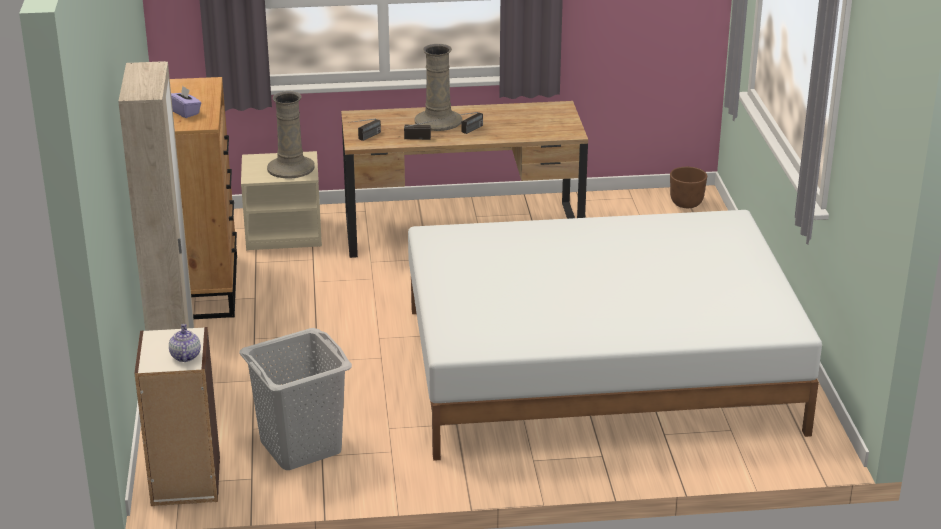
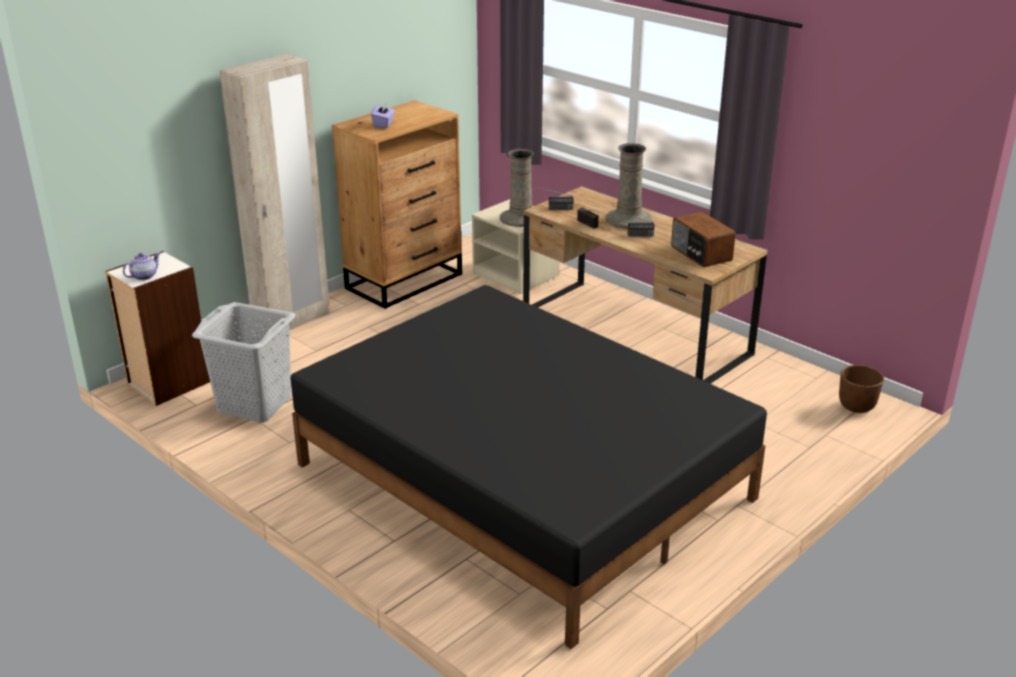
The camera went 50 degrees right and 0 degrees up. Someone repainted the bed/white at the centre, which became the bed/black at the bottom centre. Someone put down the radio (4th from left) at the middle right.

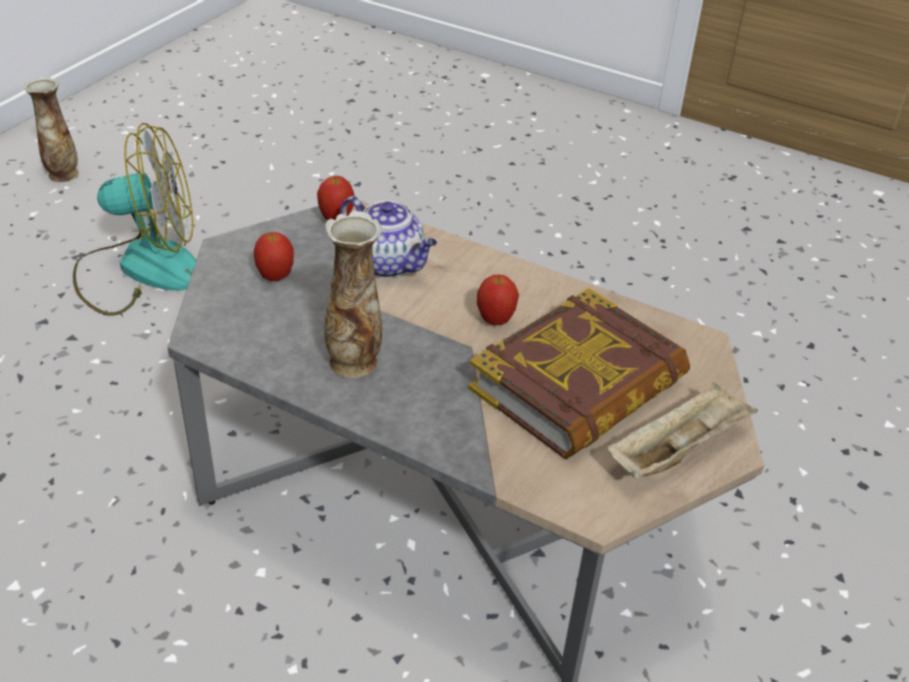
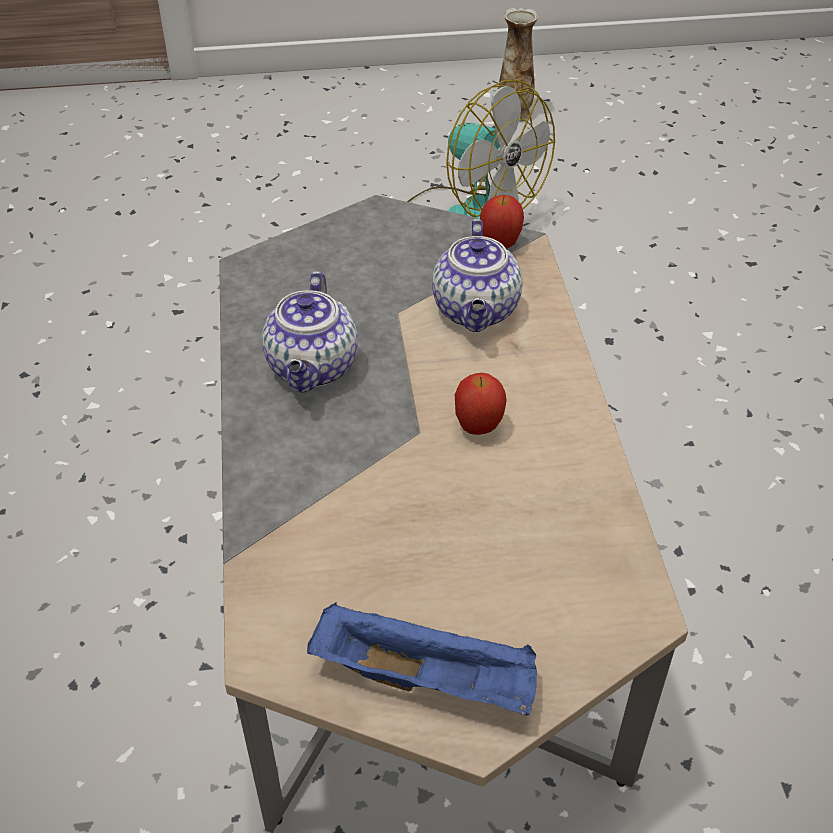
The camera went 55 degrees right and 5 degrees up. Someone took away the apple (1st from left) at the middle left. Someone swapped the vase (2nd from left) at the centre for the teapot (1st from left) at the centre. Someone took away the book at the centre. Someone repainted the tray/beige at the middle right, which became the tray/blue at the bottom centre.

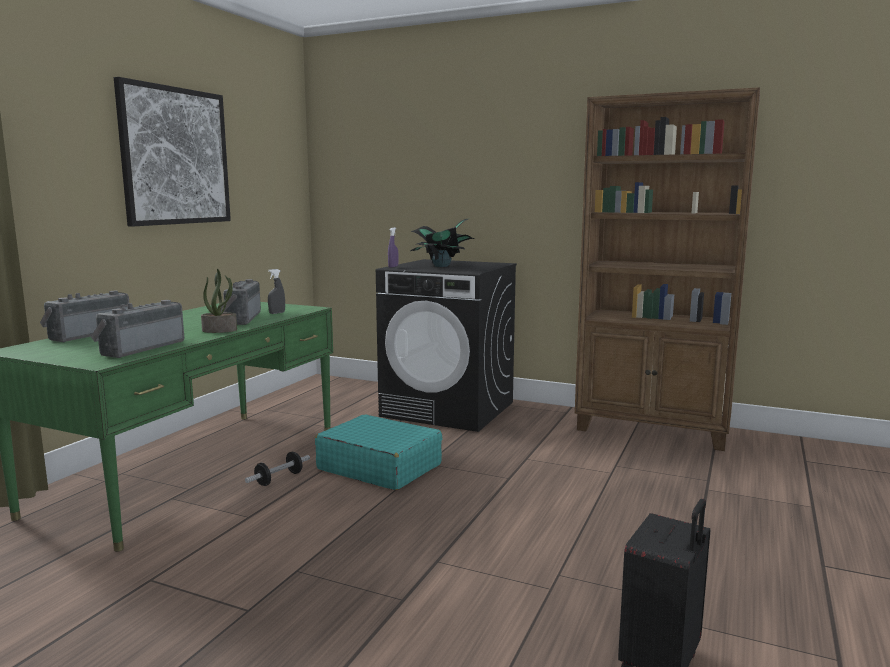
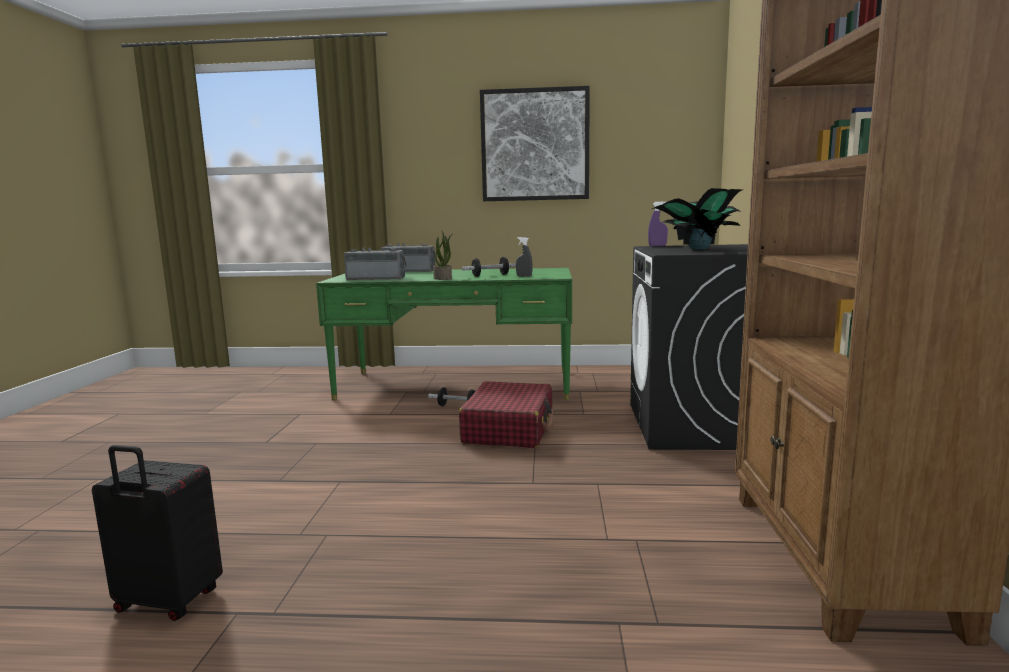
The camera went 70 degrees right and 0 degrees up. Someone swapped the radio (3rd from left) at the middle left for the dumbbell (2nd from left) at the centre. Someone repainted the suitcase/turquoise at the bottom centre, which became the suitcase/red at the centre.

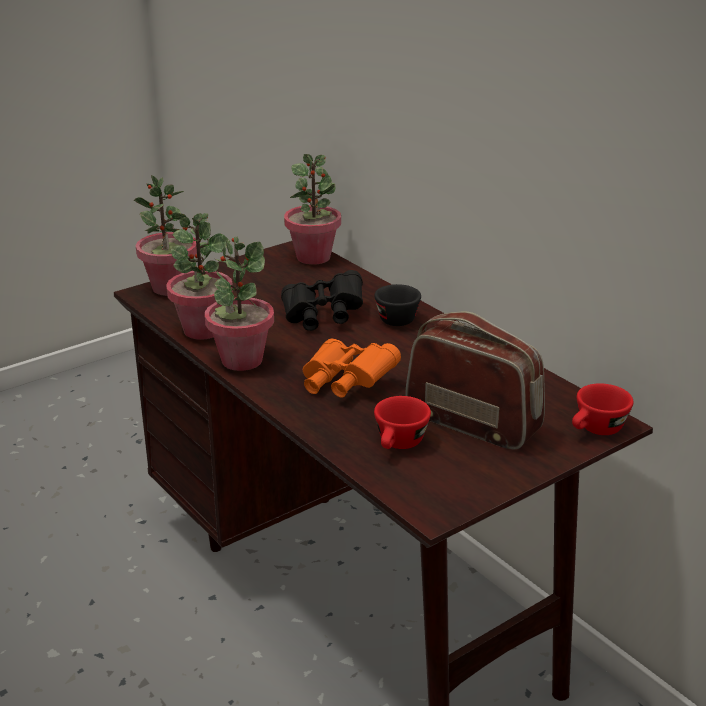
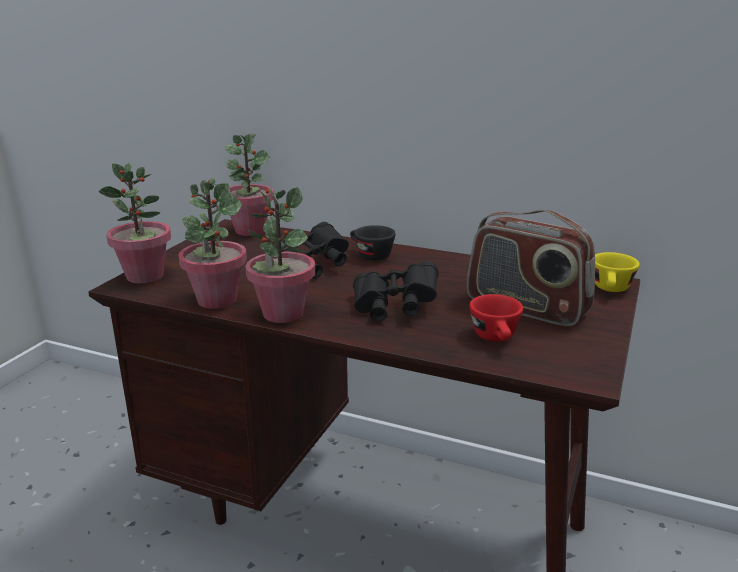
The camera went 30 degrees left and 5 degrees down. Someone repainted the binoculars/orange at the centre, which became the binoculars/black (2nd from left) at the centre. Someone rotated the radio at the middle right by 150 degrees counterclockwise. Someone repainted the cup/red (2nd from left) at the middle right, which became the cup/yellow at the middle right.

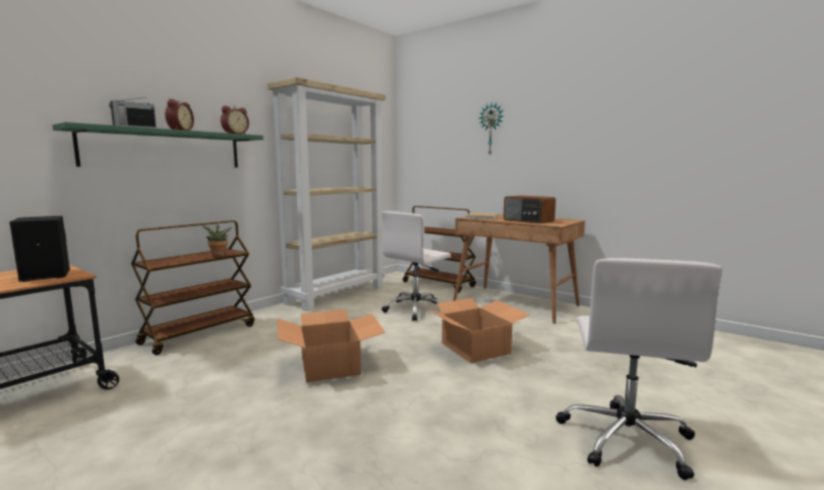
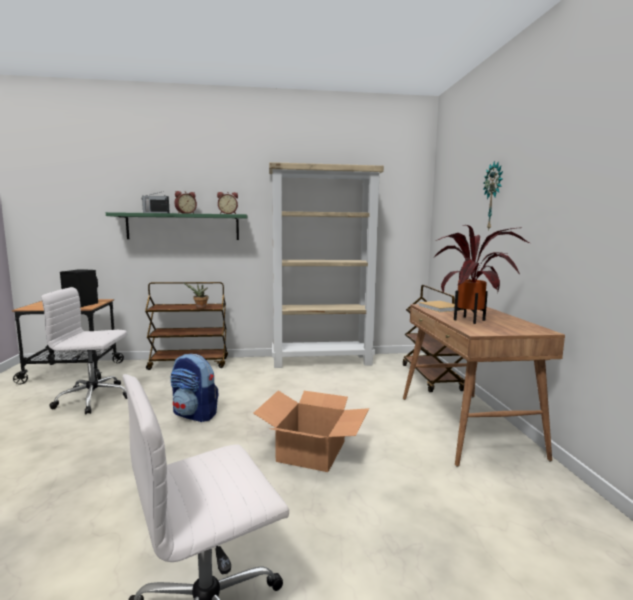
The camera went 45 degrees right and 0 degrees up. Someone swapped the cardboard box (1st from left) at the bottom centre for the backpack at the middle left. Someone carried the office chair/white (1st from left) from the centre to the middle left. Someone swapped the radio (2nd from left) at the centre for the potted plant (2nd from left) at the middle right.

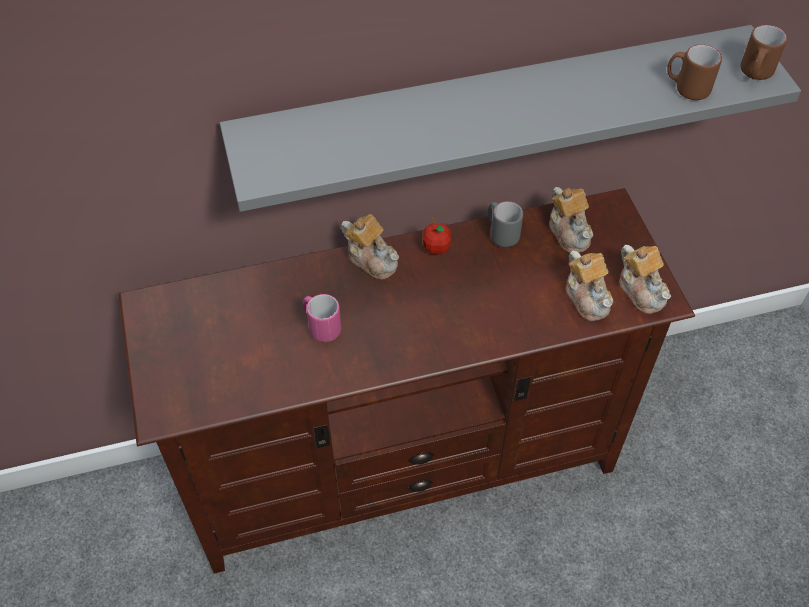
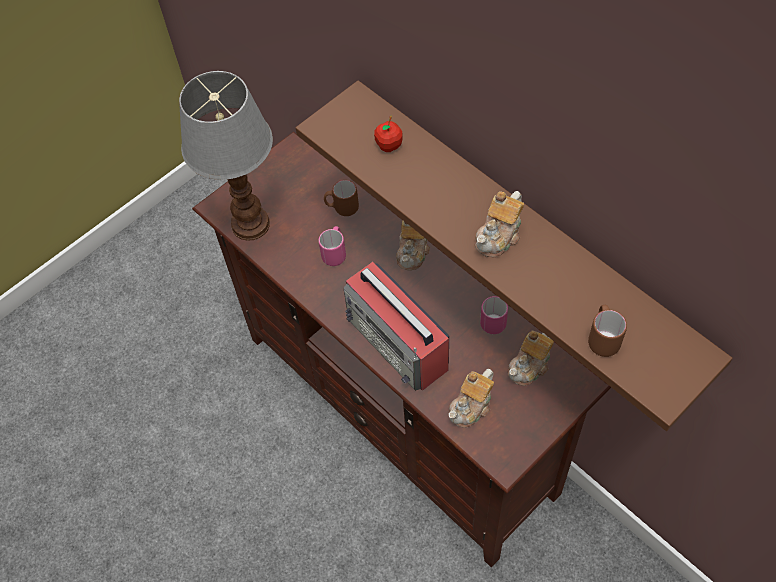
The camera went 65 degrees right and 5 degrees up. Someone repainted the shelf/grey at the top centre, which became the shelf/brown at the centre. Someone carried the apple from the centre to the top centre. Someone repainted the mug/grey at the centre, which became the mug/pink (2nd from left) at the centre. Someone carried the teapot (4th from left in the first image) from the middle right to the centre. Someone carried the mug/brown (2nd from left in the first image) from the top right to the centre. Someone put down the table lamp at the top left. Someone put down the radio at the centre.

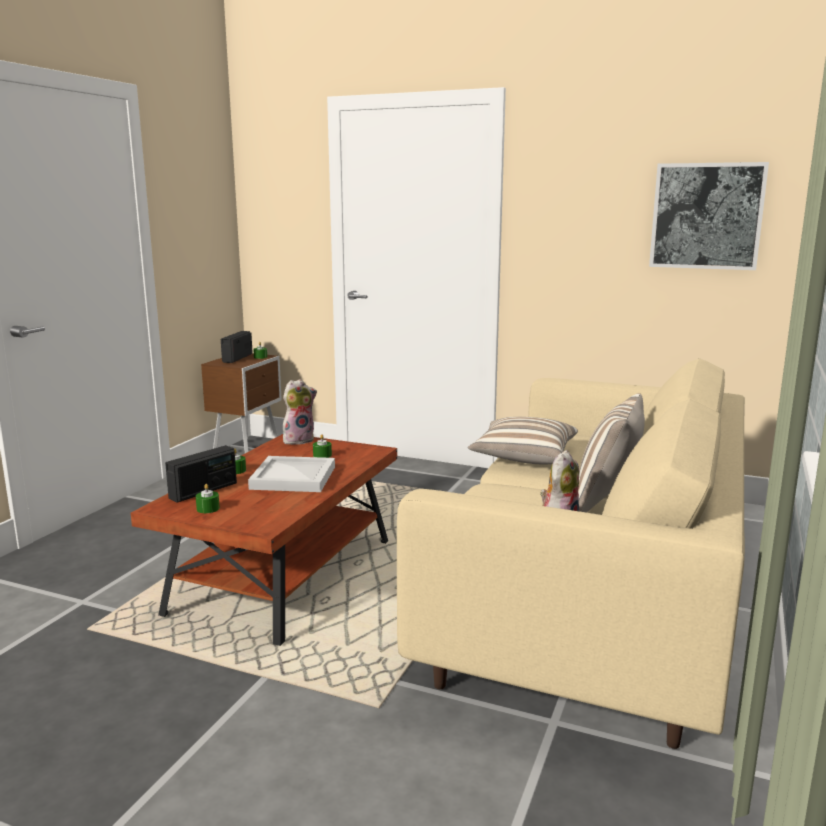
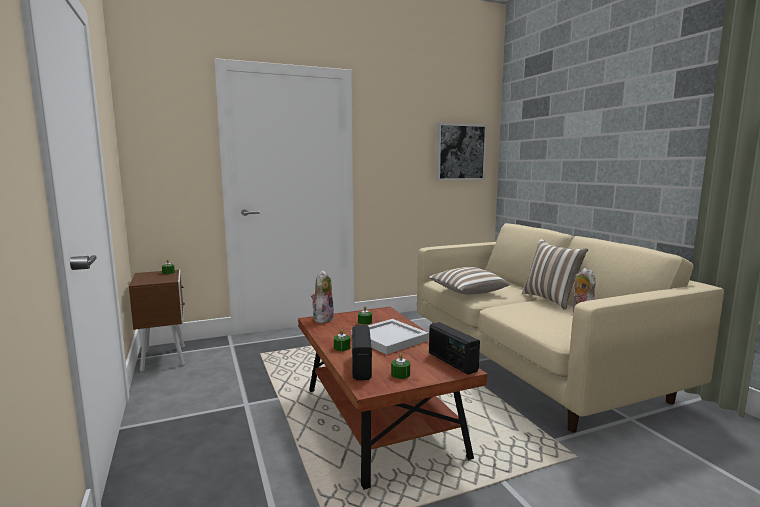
The camera went 45 degrees left and 5 degrees down. Someone carried the radio (2nd from left) from the middle left to the bottom centre.

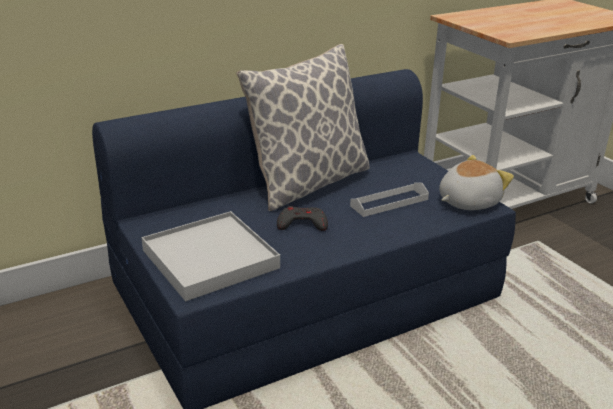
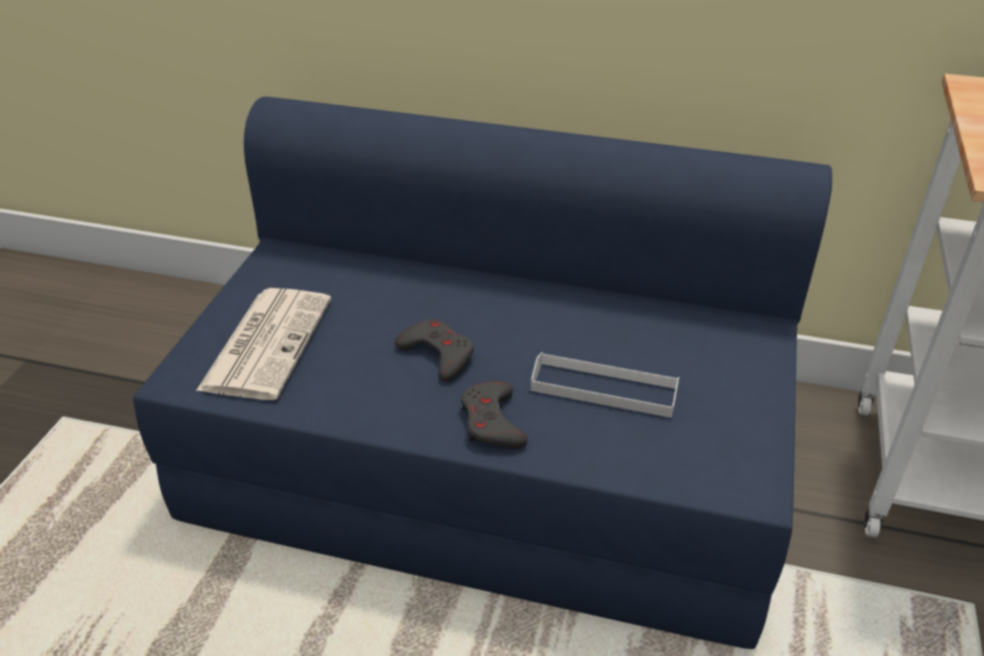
The camera went 45 degrees right and 10 degrees up. Someone swapped the tray/white (1st from left) at the centre for the newspaper at the middle left. Someone took away the pillow at the top centre. Someone took away the plush toy at the middle right. Someone put down the game controller/grey (2nd from left) at the centre.

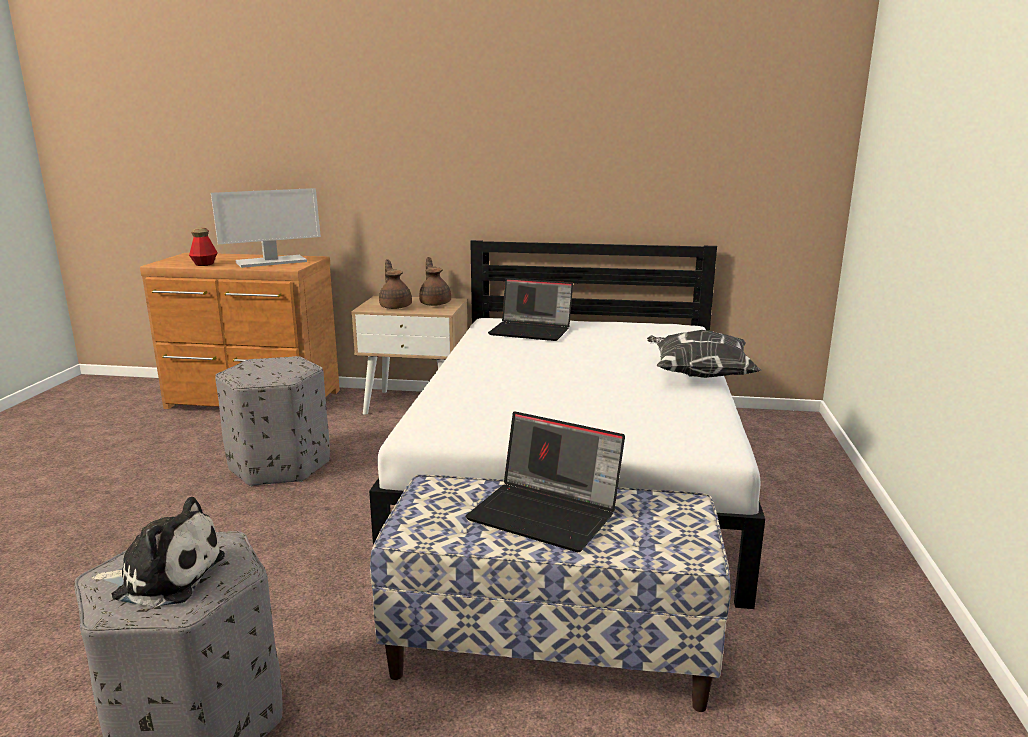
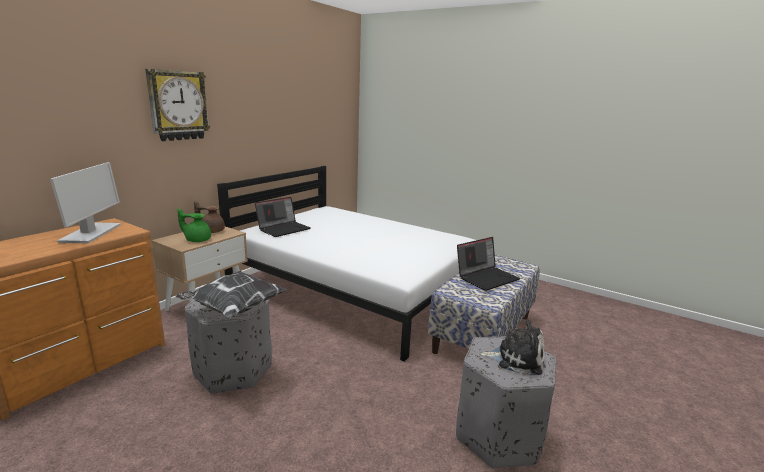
The camera went 65 degrees left and 0 degrees up. Someone rotated the plush toy at the bottom left by 75 degrees clockwise. Someone took away the bottle at the middle left. Someone repainted the teapot/brown (1st from left) at the centre, which became the teapot/green at the middle left. Someone carried the pillow from the middle right to the middle left. Someone put up the wall clock at the top left.

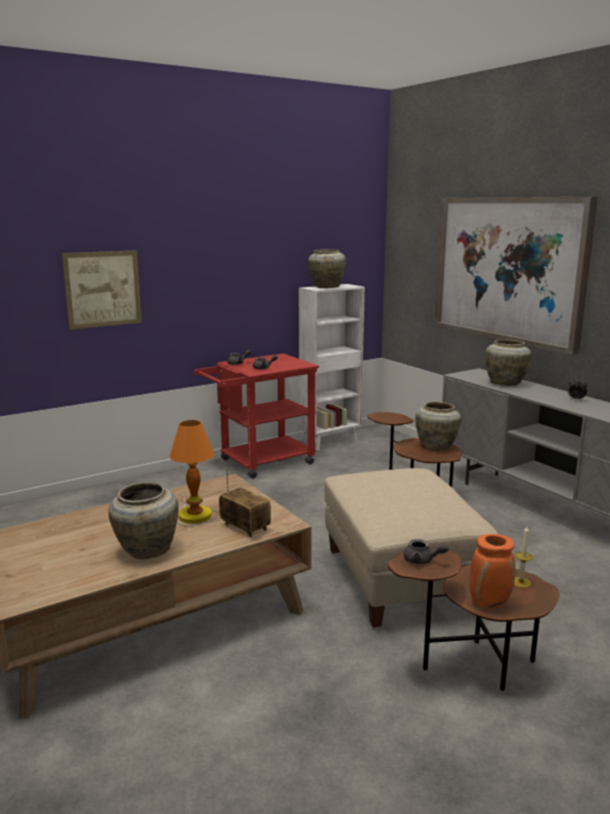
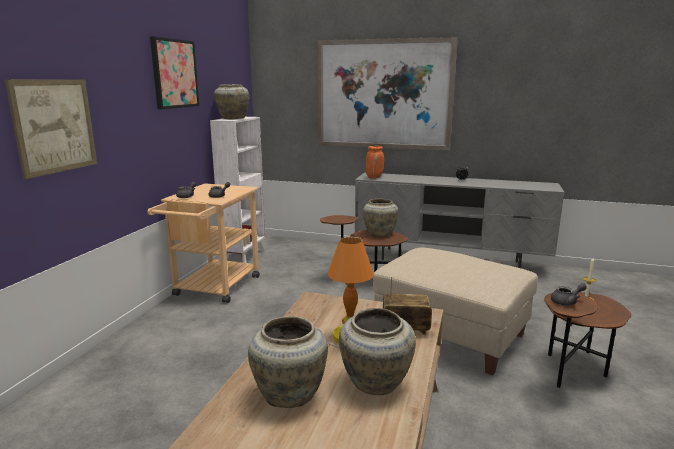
The camera went 40 degrees left and 0 degrees up. Someone repainted the cart/red at the centre, which became the cart/beige at the middle left. Someone carried the vase/orange from the bottom right to the centre. Someone carried the vase/beige (4th from left in the first image) from the middle right to the bottom centre. Someone put up the picture (2nd from left) at the top left.

